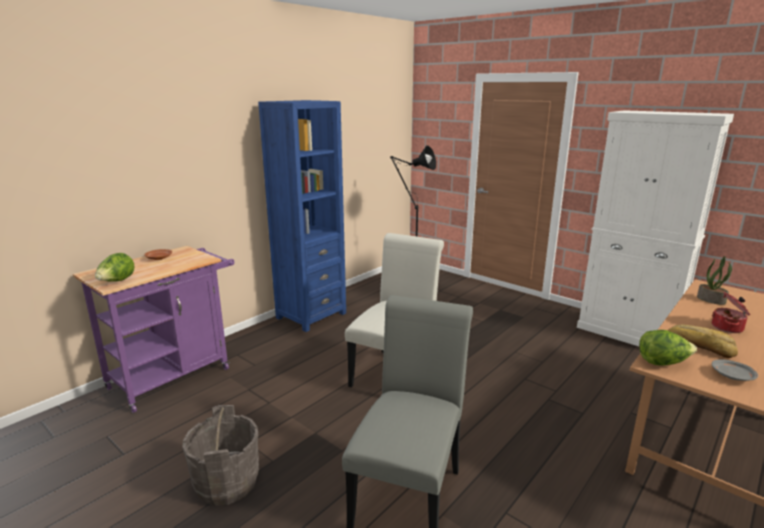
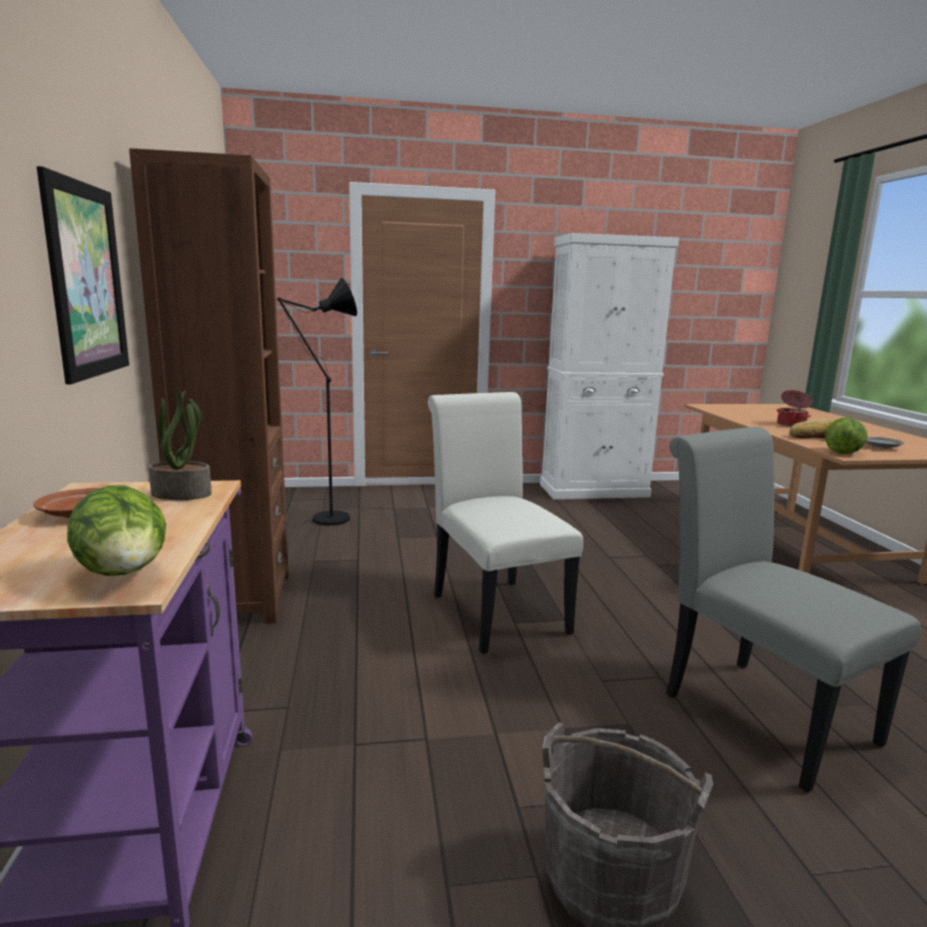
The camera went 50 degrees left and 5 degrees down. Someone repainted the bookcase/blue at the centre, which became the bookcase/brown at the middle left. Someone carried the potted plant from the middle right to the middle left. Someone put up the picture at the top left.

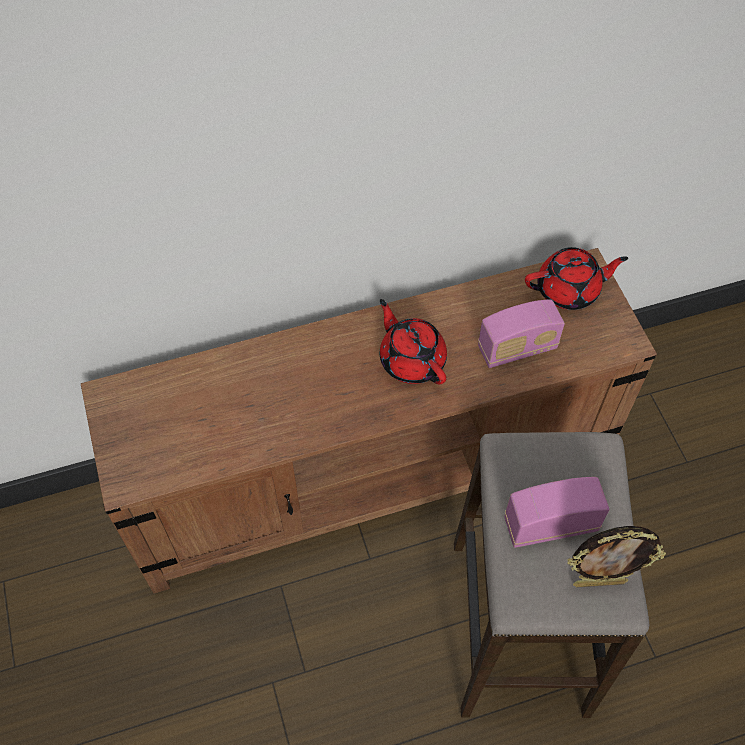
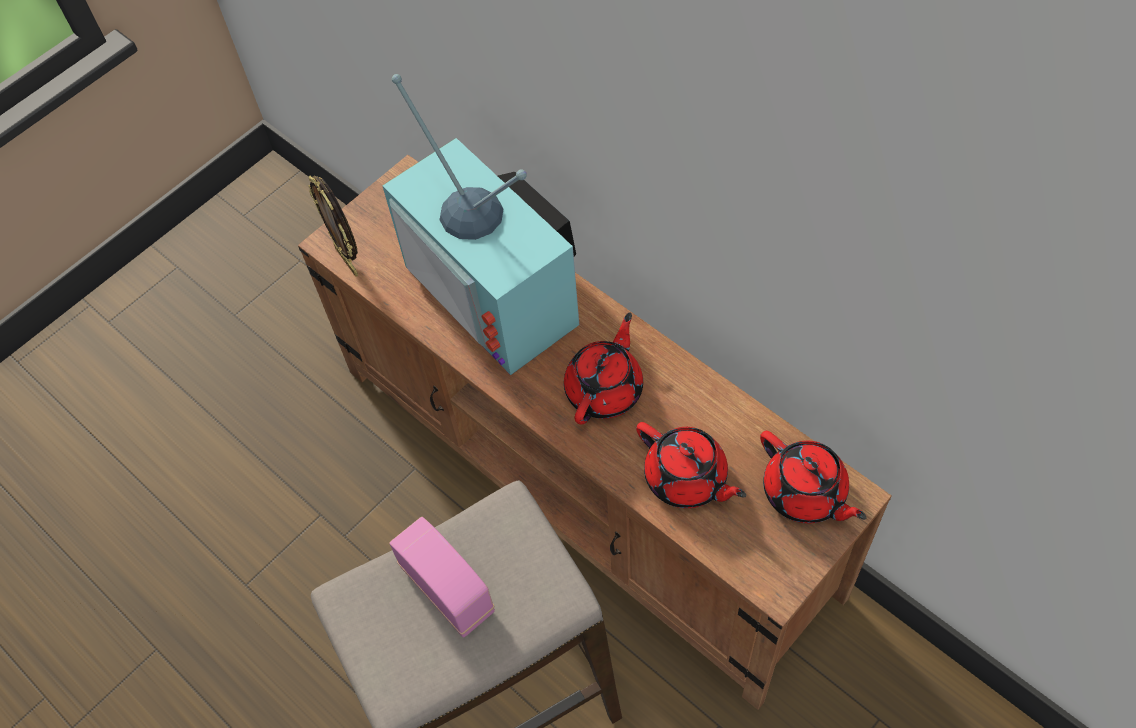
The camera went 65 degrees right and 0 degrees up. Someone swapped the radio (1st from left) at the middle right for the teapot/red (2nd from left) at the centre. Someone carried the picture frame from the bottom right to the top left. Someone put down the television at the top centre.

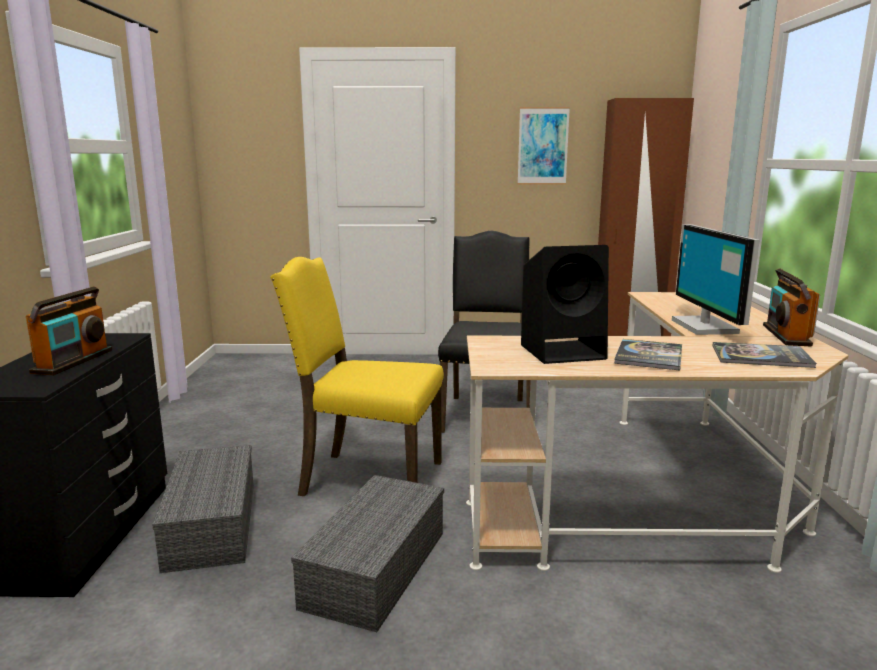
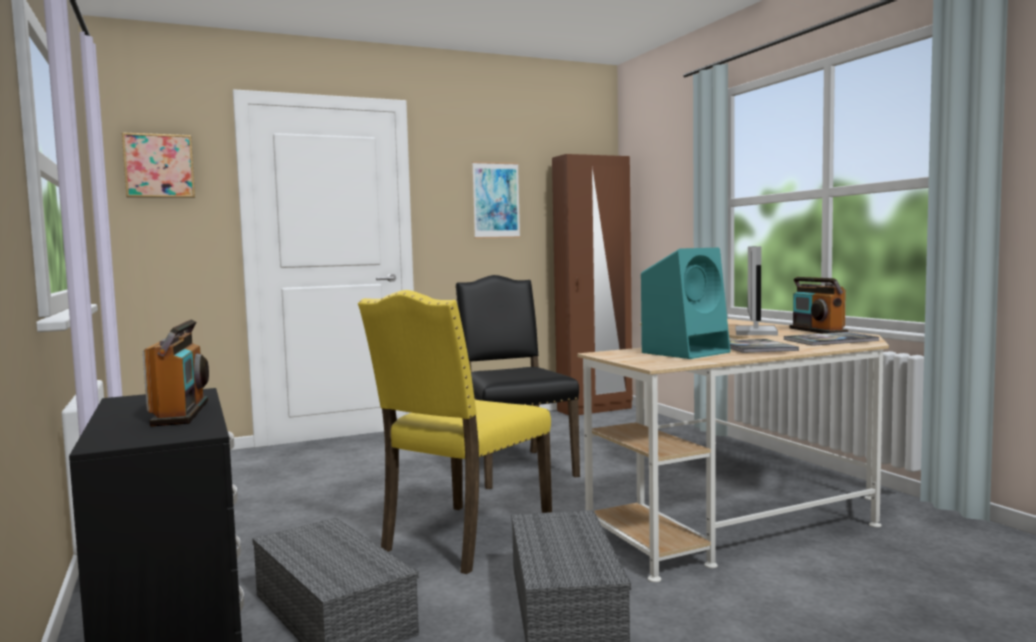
The camera went 25 degrees left and 10 degrees down. Someone rotated the chair/yellow at the centre by 45 degrees counterclockwise. Someone repainted the speaker/black at the centre, which became the speaker/turquoise at the centre. Someone rotated the monitor at the middle right by 135 degrees counterclockwise. Someone put up the picture (1st from left) at the top left.

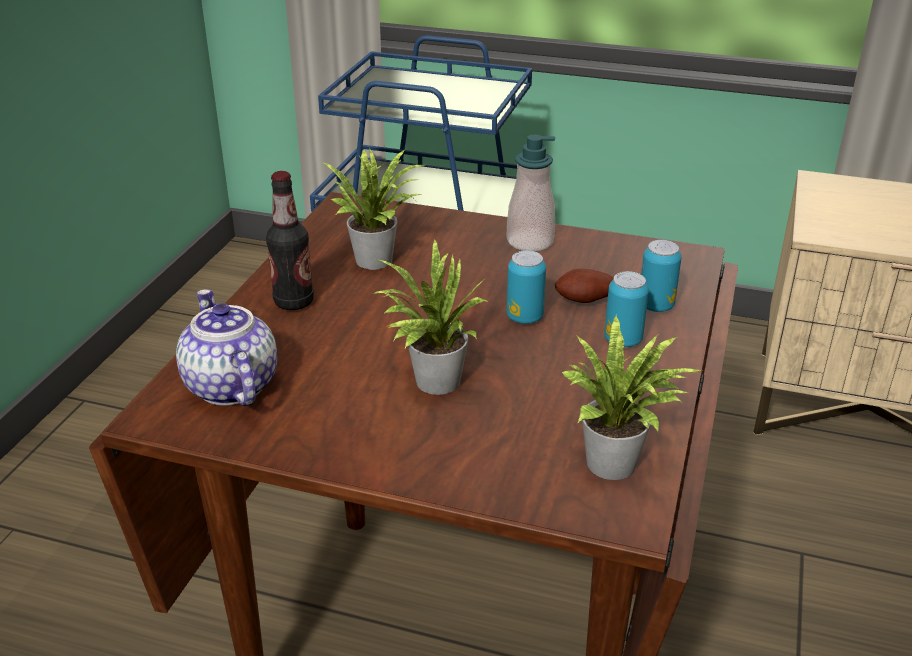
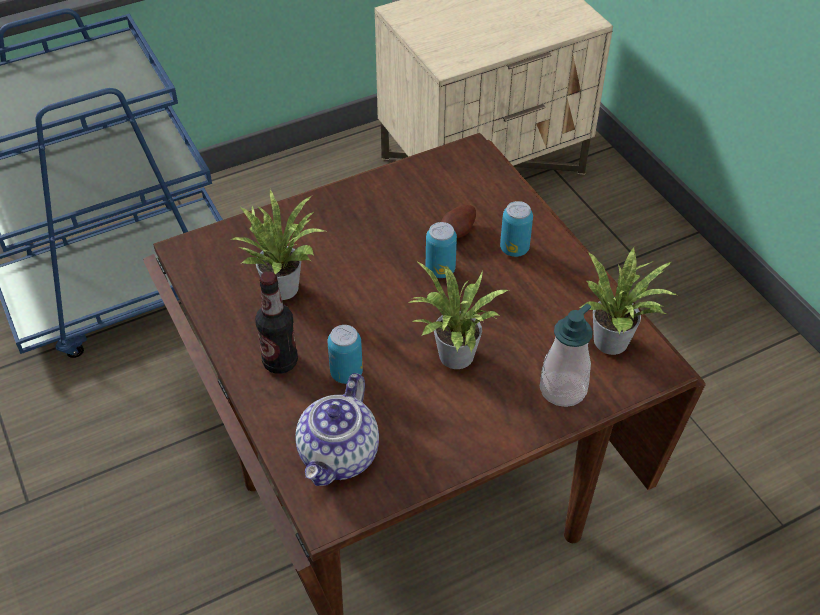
The camera went 45 degrees left and 15 degrees up. Someone rotated the teapot at the middle left by 90 degrees counterclockwise. Someone carried the soap dispenser from the top centre to the middle right. Someone carried the can (3rd from left in the first image) from the middle right to the centre.

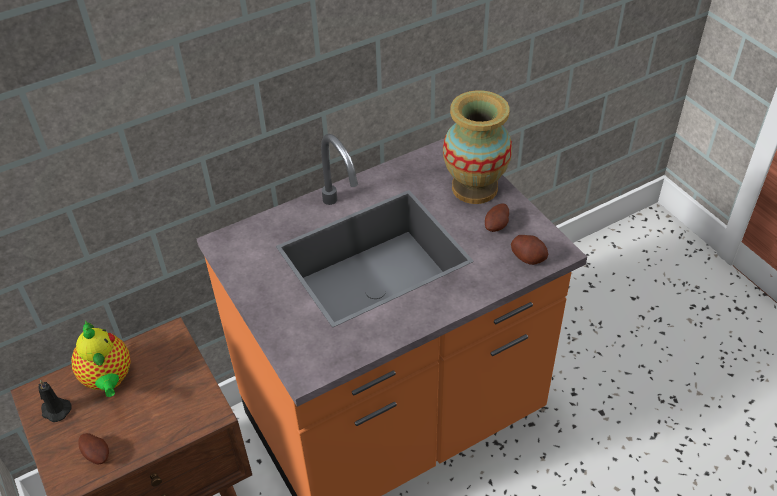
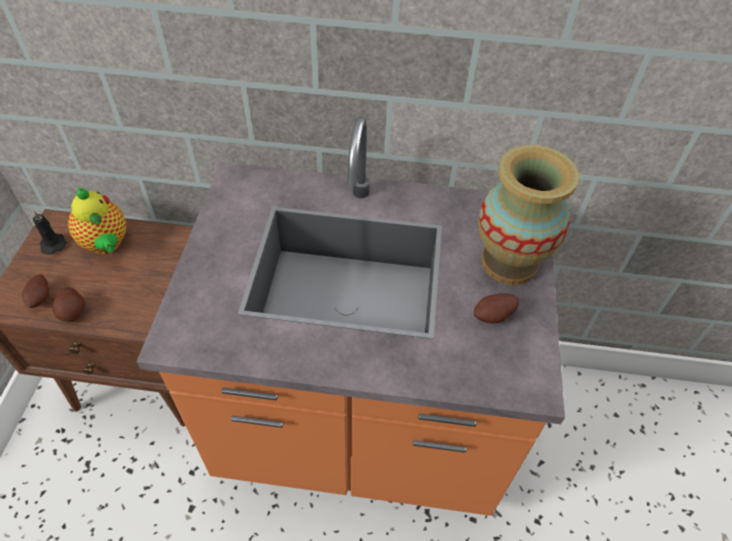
The camera went 35 degrees right and 5 degrees up. Someone rotated the teapot at the bottom left by 45 degrees counterclockwise. Someone carried the potato (3rd from left in the first image) from the middle right to the middle left.

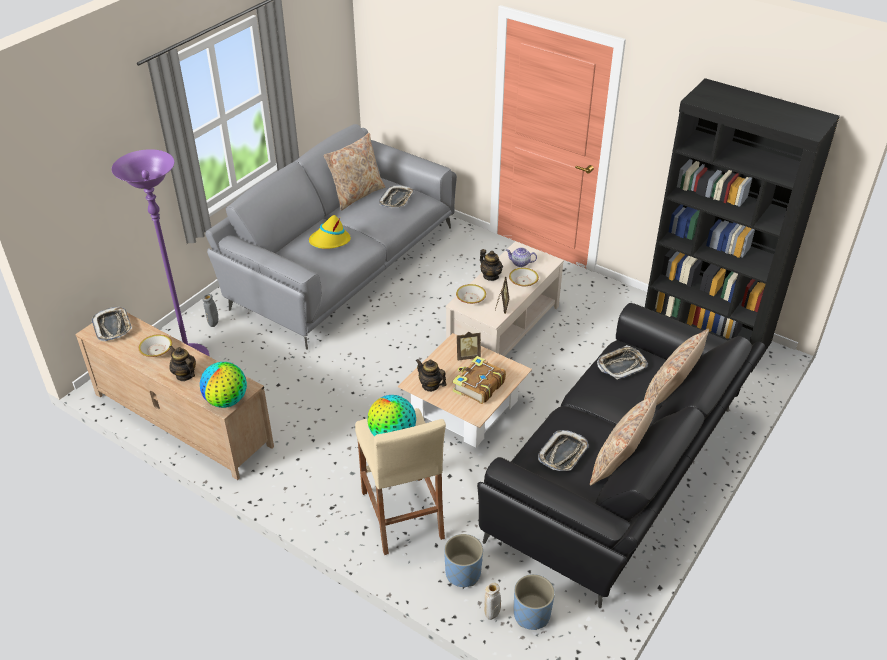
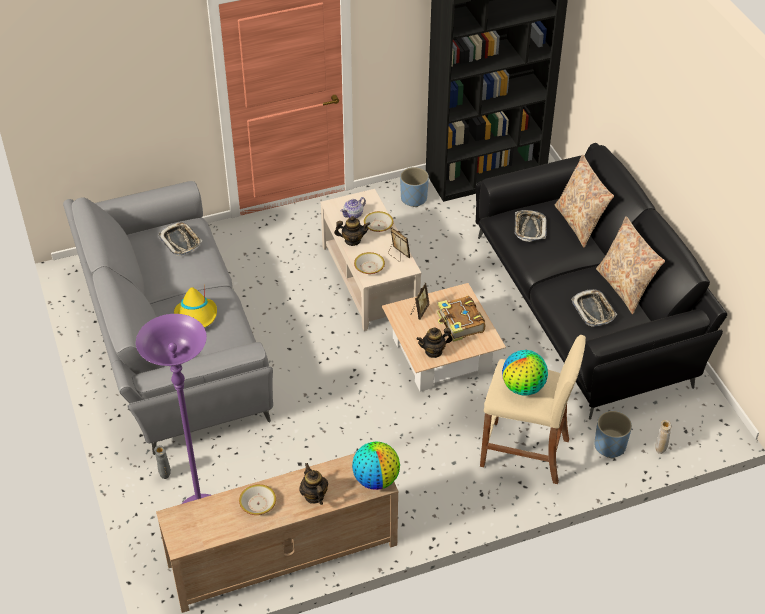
The camera went 55 degrees left and 5 degrees up. Someone took away the tray (1st from left) at the middle left. Someone rotated the teapot (1st from left) at the middle left by 75 degrees clockwise. Someone took away the pillow/beige (1st from left) at the top centre. Someone carried the planter/blue (2nd from left in the first image) from the bottom centre to the top centre.

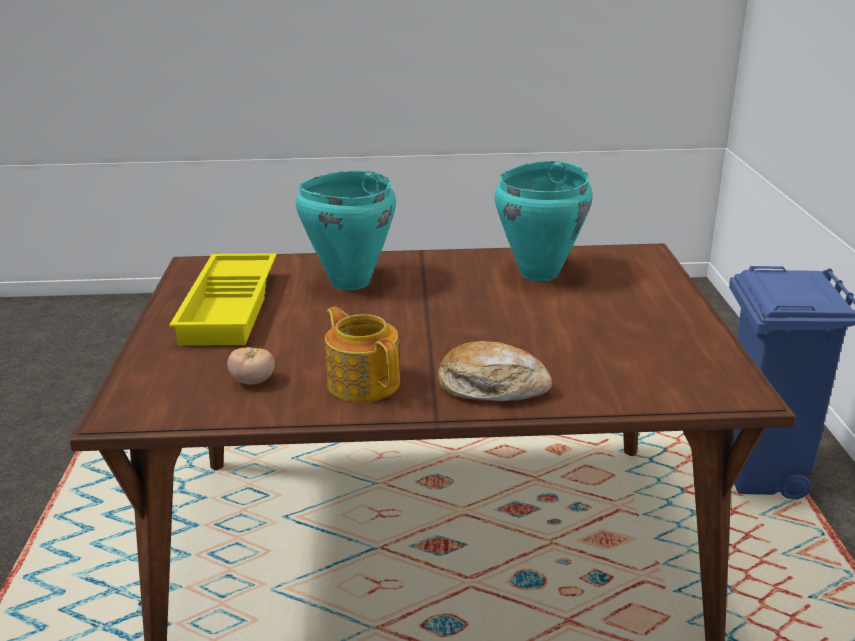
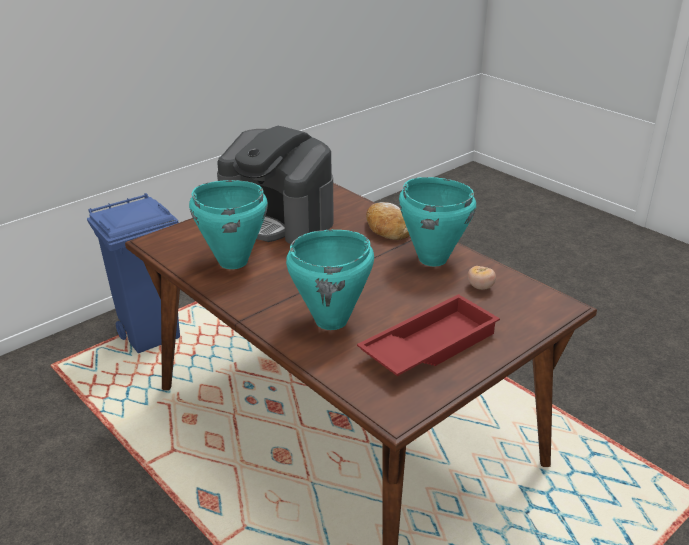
The camera went 130 degrees left and 5 degrees up. Someone repainted the tray/yellow at the middle left, which became the tray/red at the centre. Someone swapped the teapot at the centre for the cooking pot/turquoise (3rd from left) at the centre. Someone put down the coffee machine at the centre.

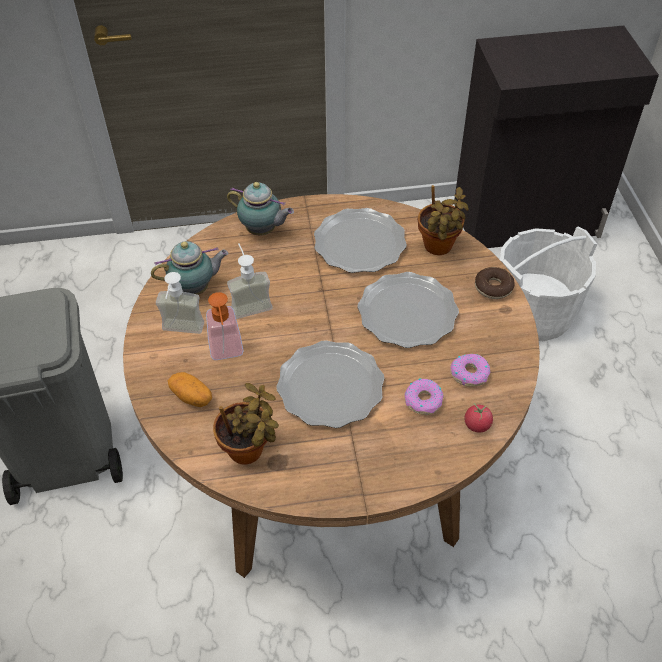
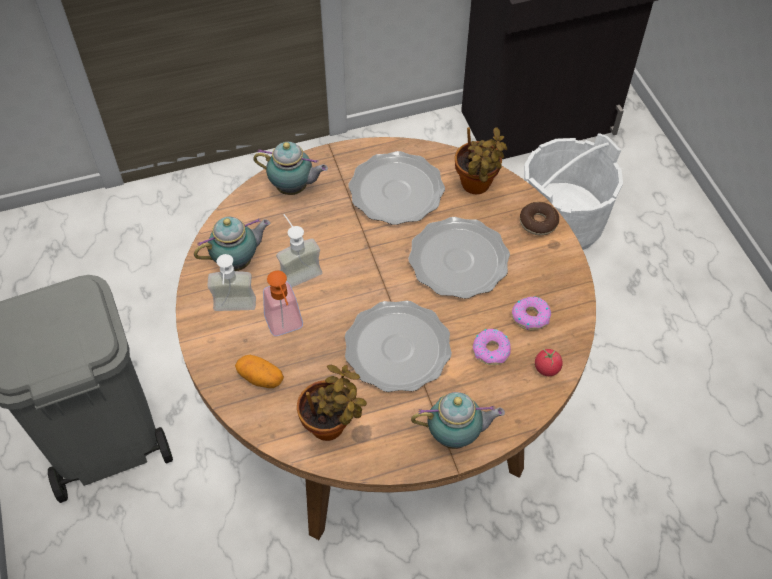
The camera went 10 degrees left and 5 degrees up. Someone put down the teapot (3rd from left) at the bottom centre.

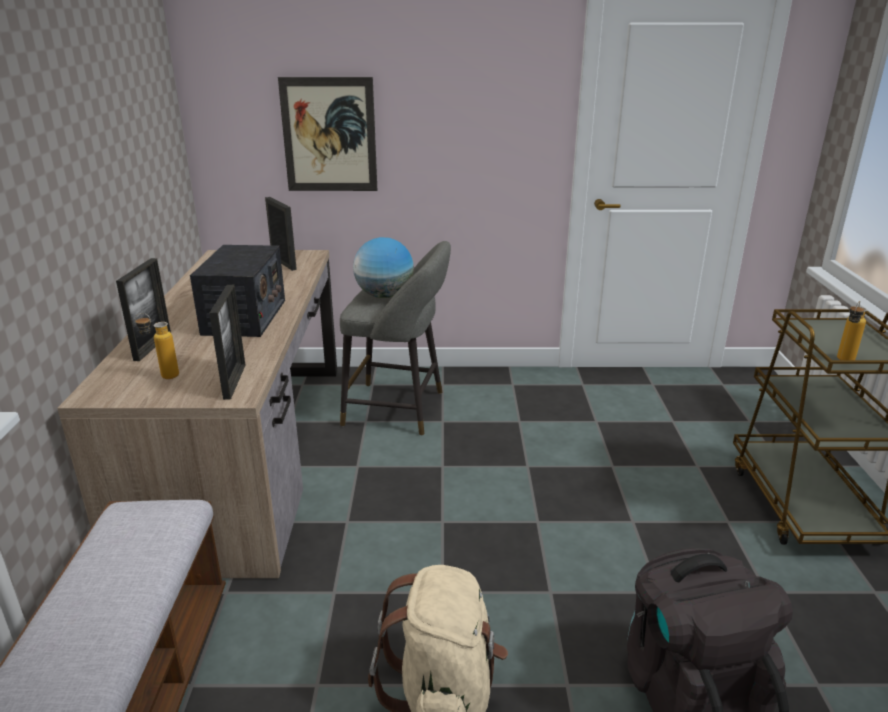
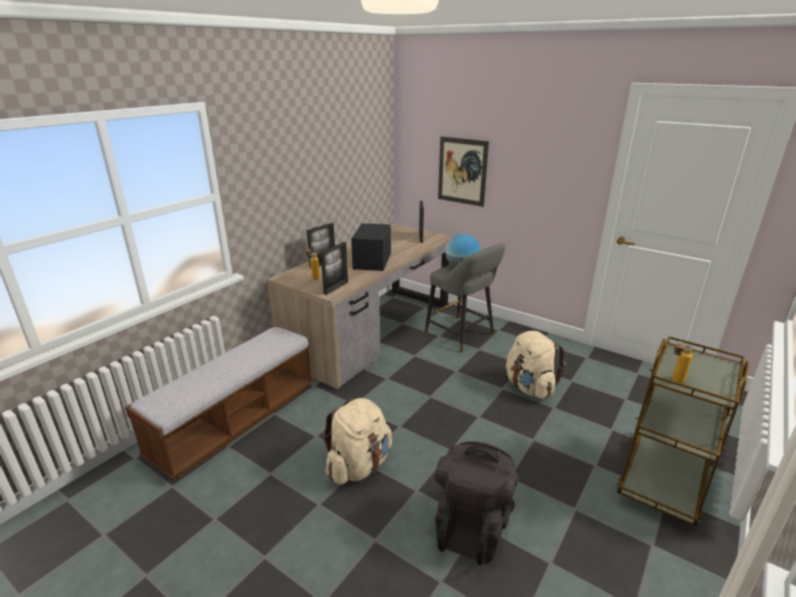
The camera went 35 degrees right and 0 degrees up. Someone rotated the radio at the middle left by 150 degrees clockwise. Someone put down the backpack/beige (2nd from left) at the middle right.

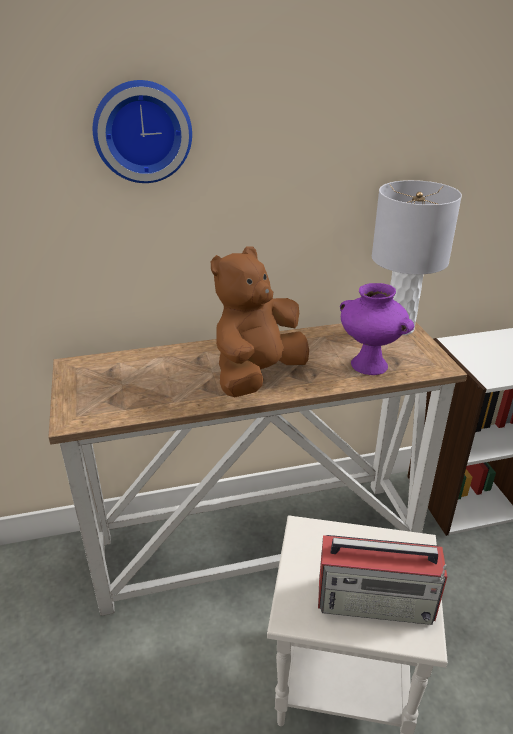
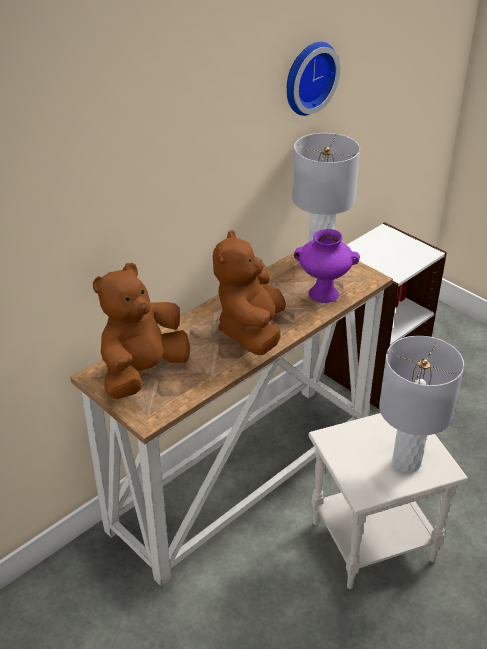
The camera went 30 degrees left and 5 degrees up. Someone carried the wall clock from the top left to the top centre. Someone swapped the radio at the bottom right for the table lamp/grey (2nd from left) at the middle right. Someone put down the plush toy/brown (1st from left) at the middle left.

